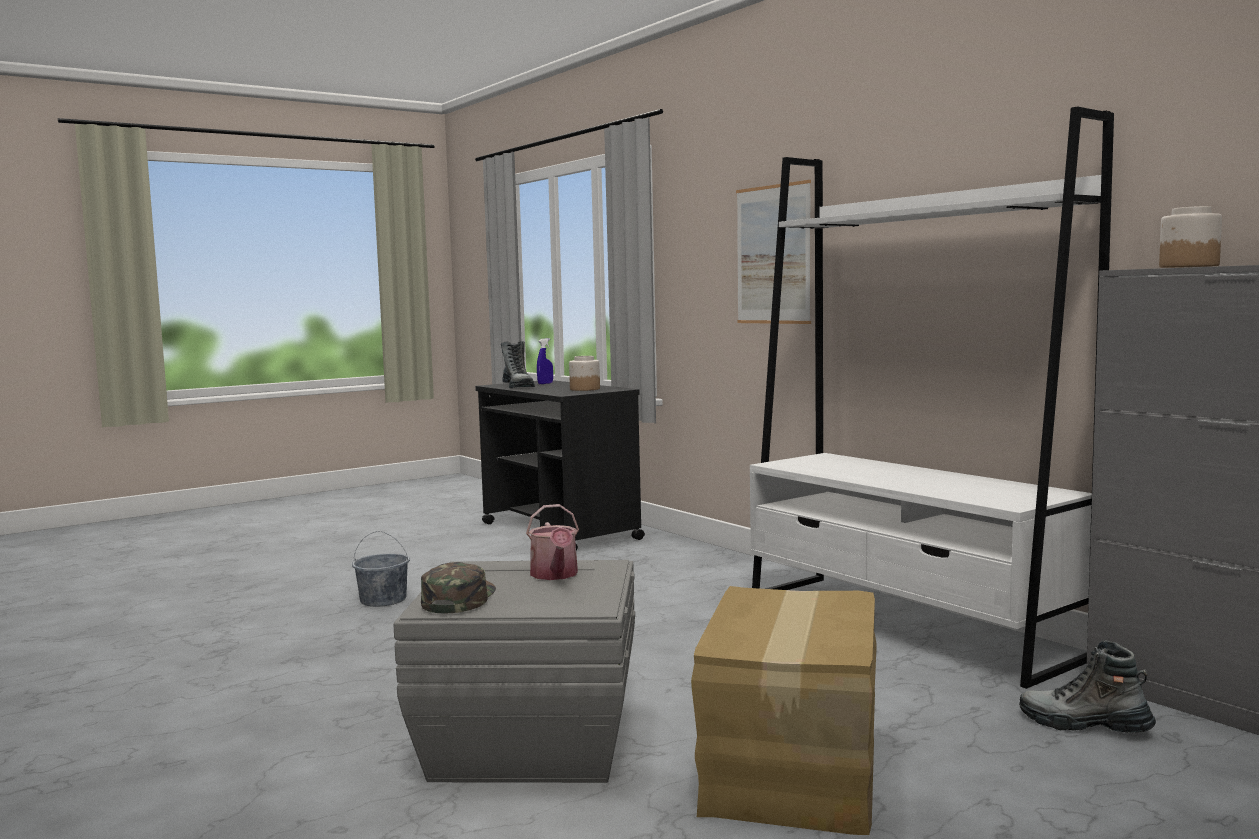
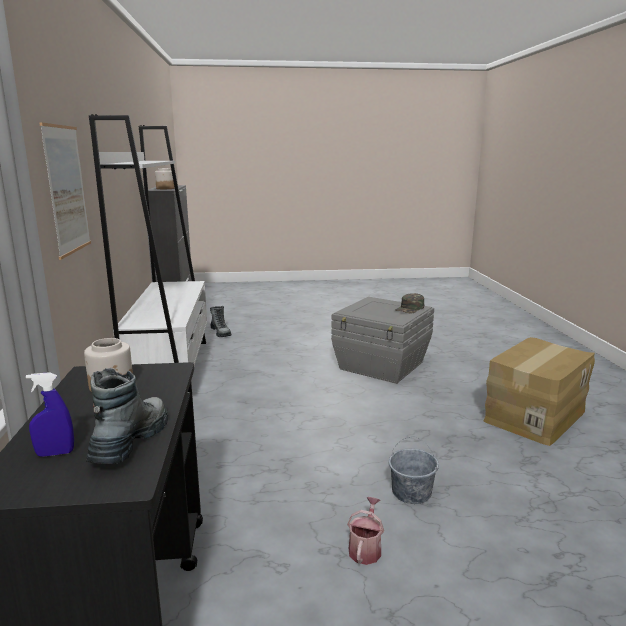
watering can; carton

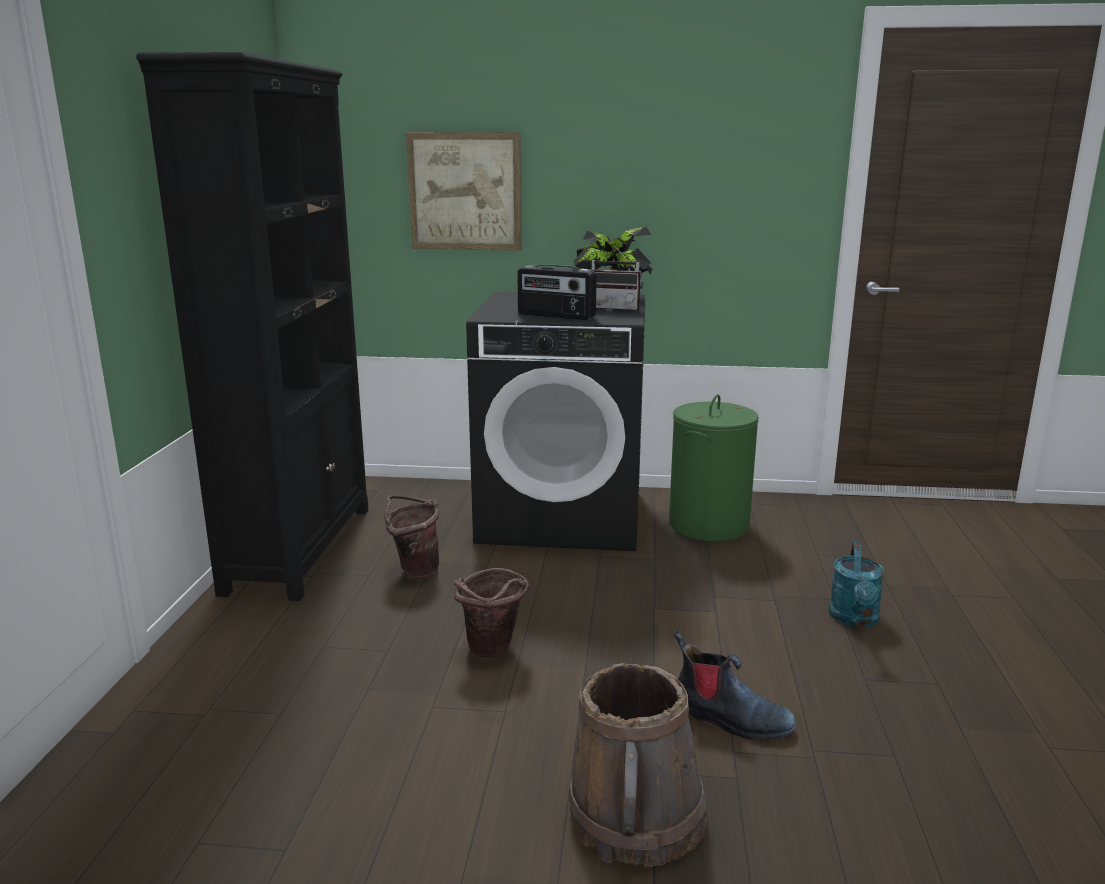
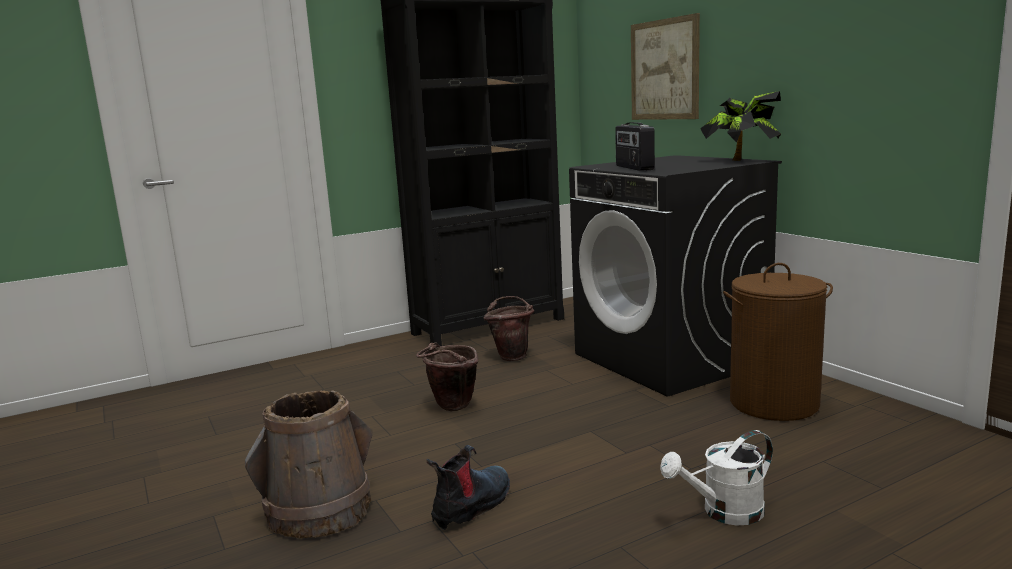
radio receiver (2nd from left in the first image); laundry basket/brown-coloured; high-top boot; watering can/white-coloured

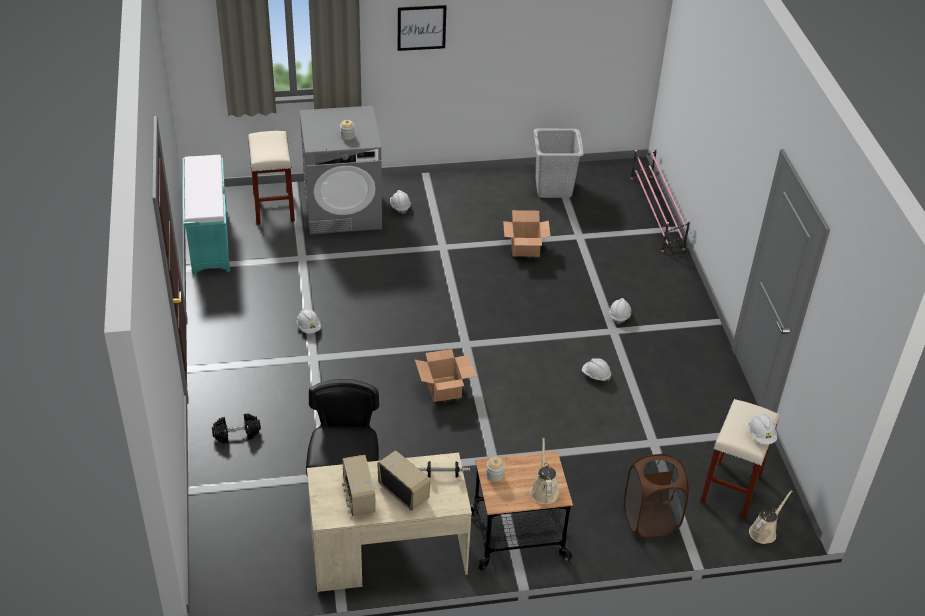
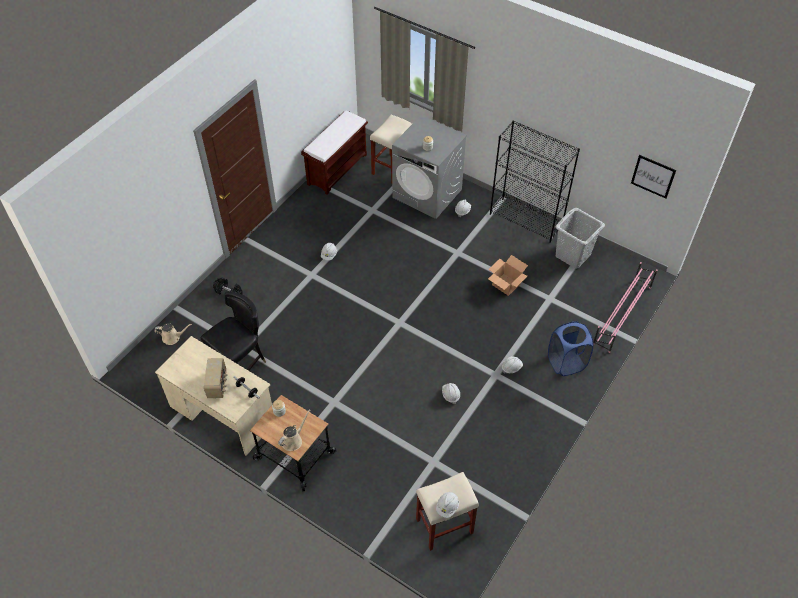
long seat/brown-coloured; radio receiver (1st from left in the first image); wall picture; carton (1st from left in the first image); laundry basket/brown-coloured; watering can/beige (1st from left); bookcase/black-coloured; laundry basket/bluish

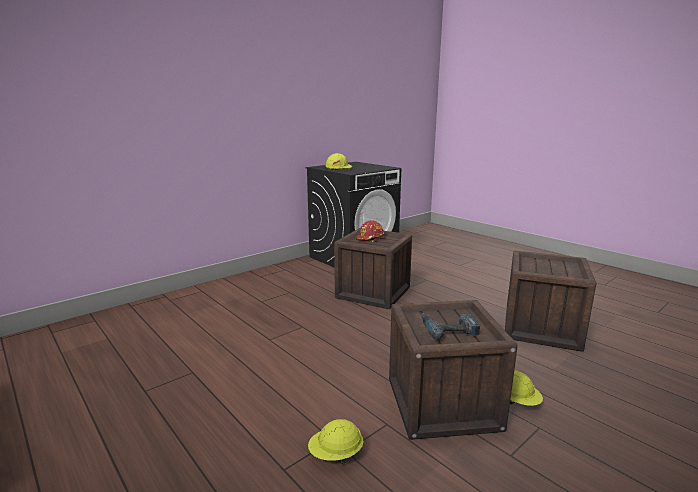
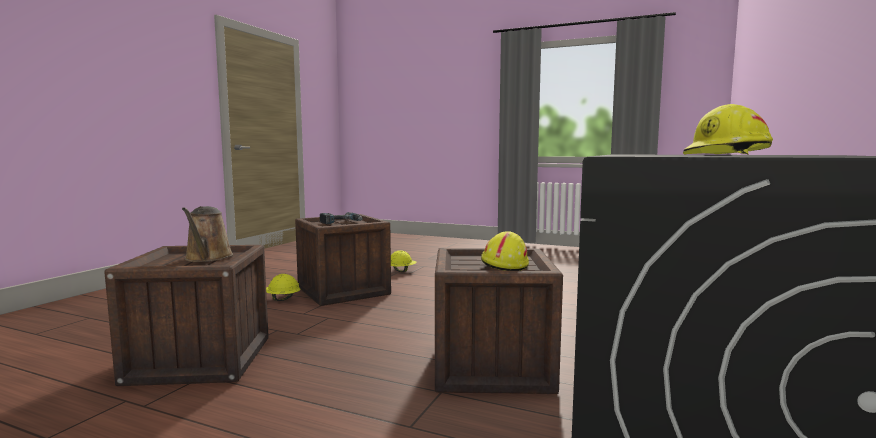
work helmet/yellowish (3rd from left); watering can/brown-coloured

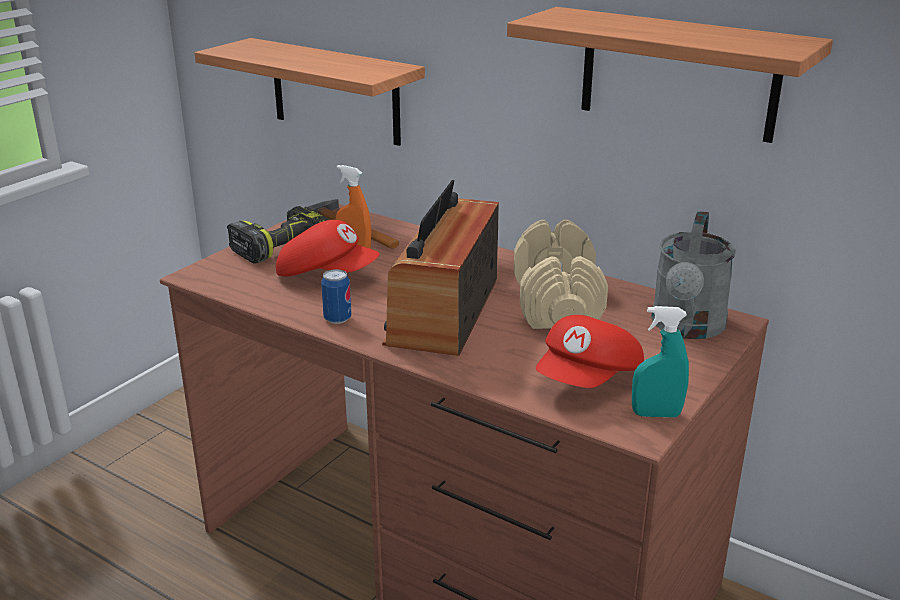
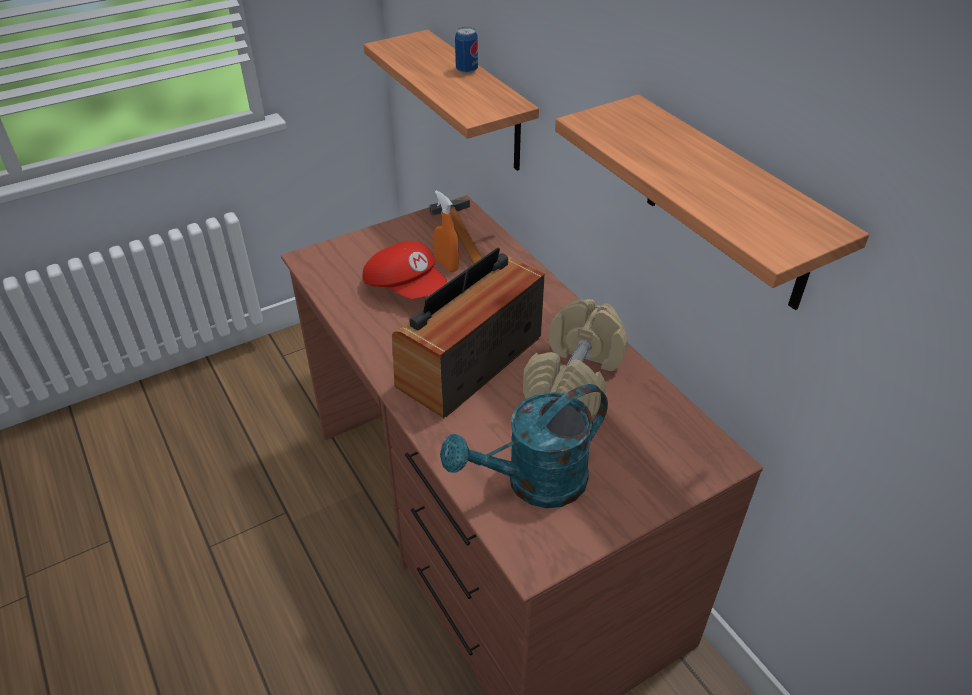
drill; sealed can; watering can/turquoise; sprayer/turquoise; watering can/greyish

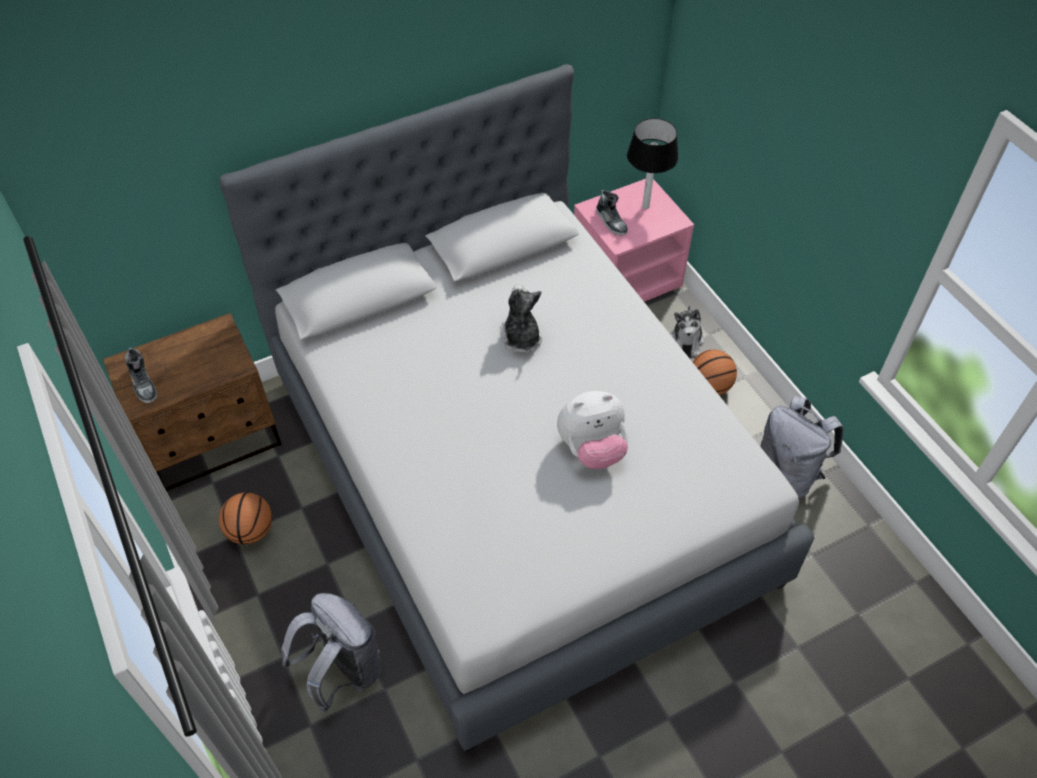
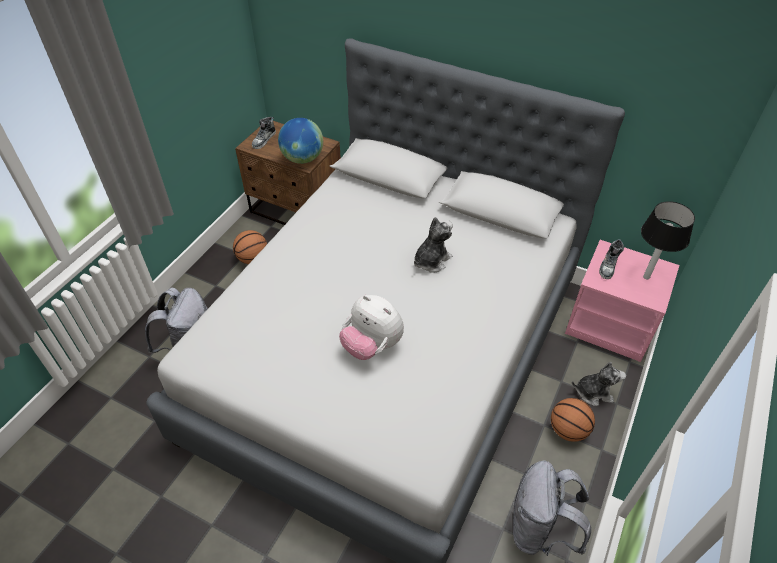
cuddly toy (3rd from left); world globe

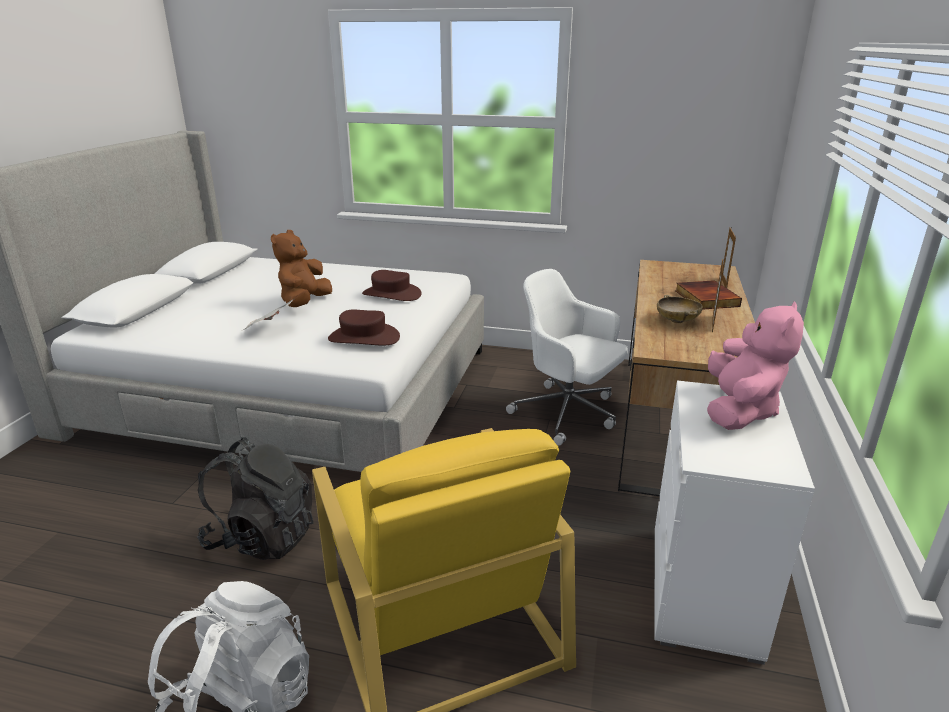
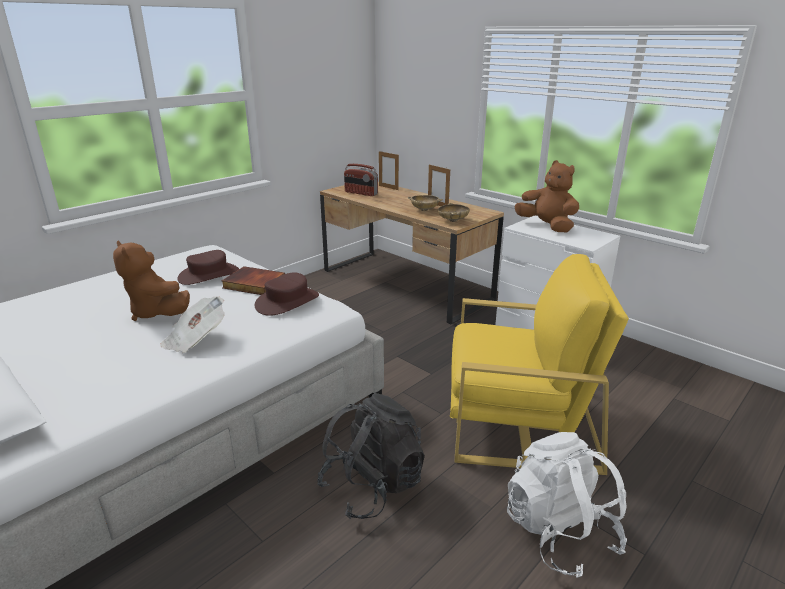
desk chair/white-coloured; book; cuddly toy/brown-coloured (2nd from left); radio receiver; bowl/beige (2nd from left)

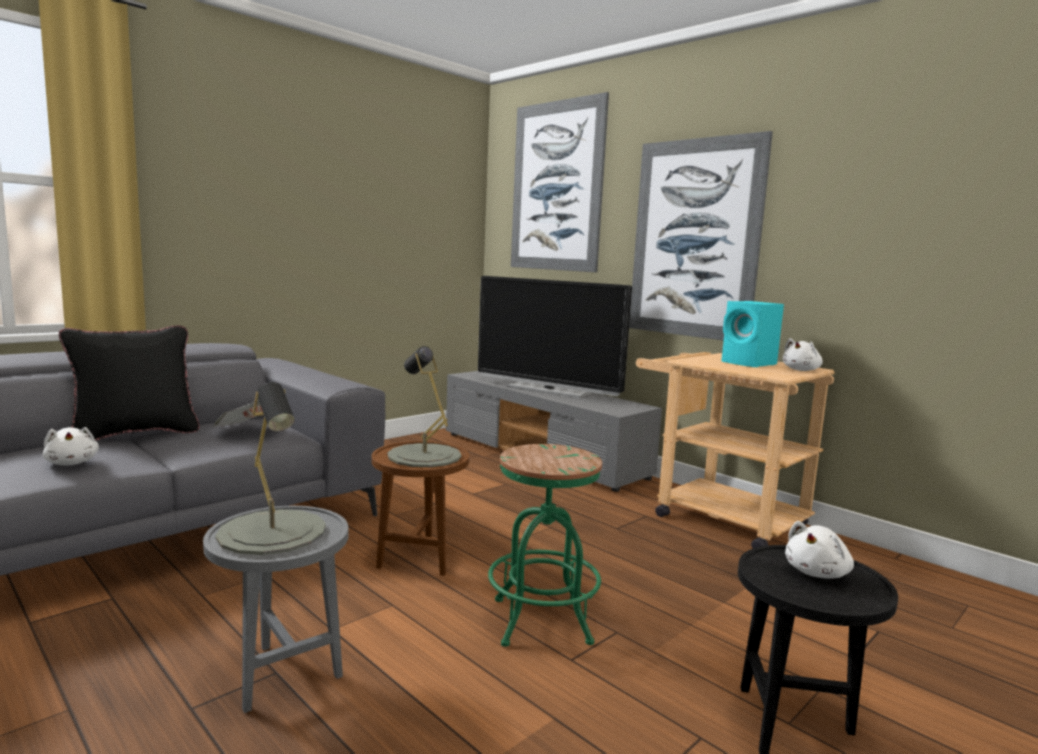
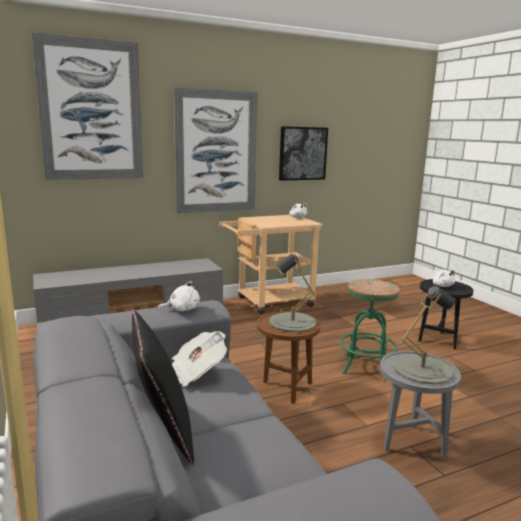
cuddly toy/white-coloured (1st from left); TV; speaker/turquoise; wall picture (3rd from left)

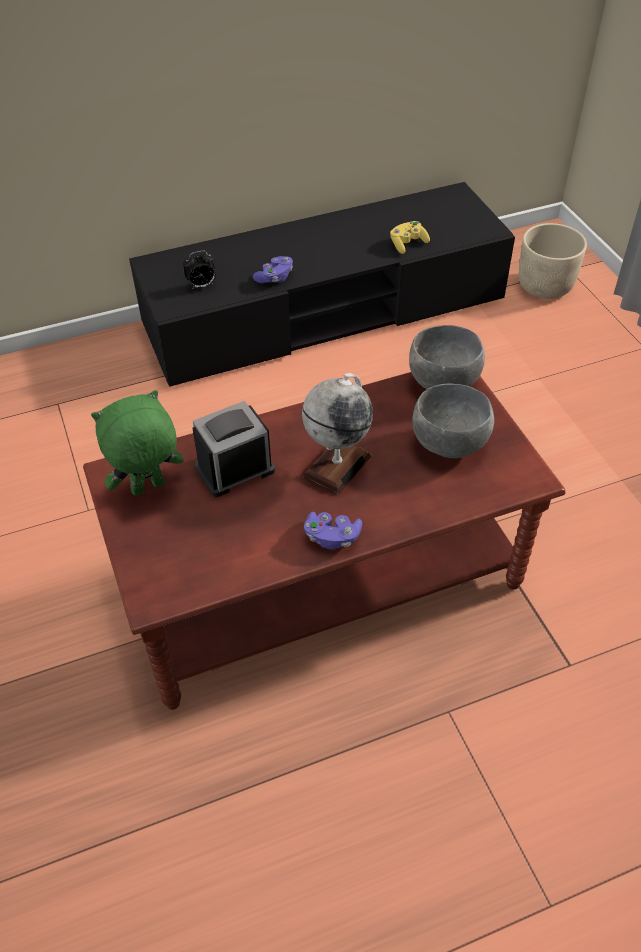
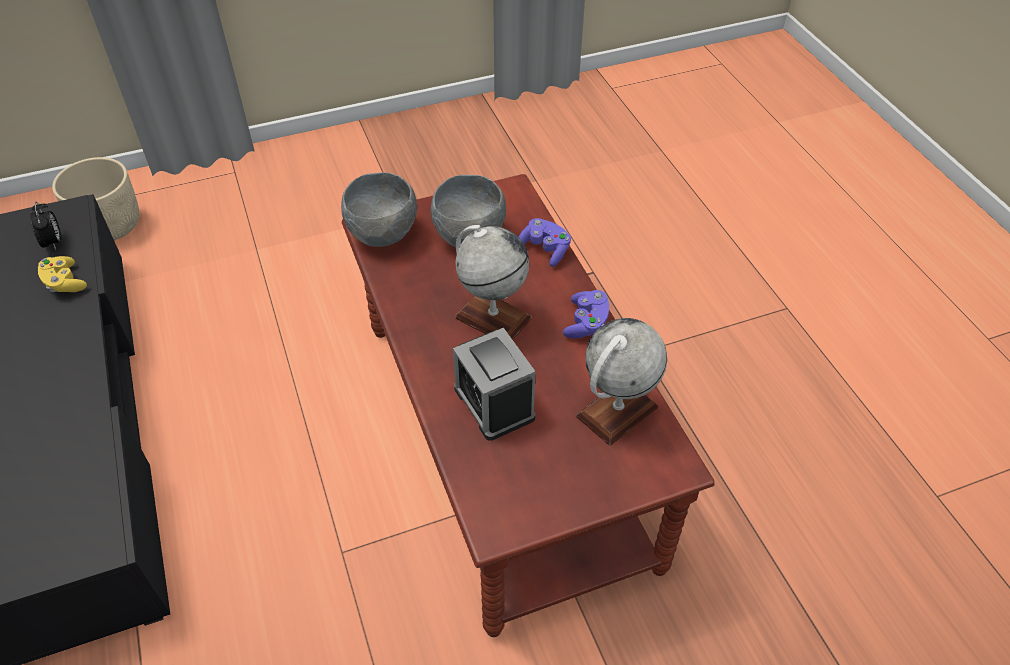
cuddly toy/greenish; bedside clock (1st from left); joypad/purplish (1st from left); world globe (2nd from left)

